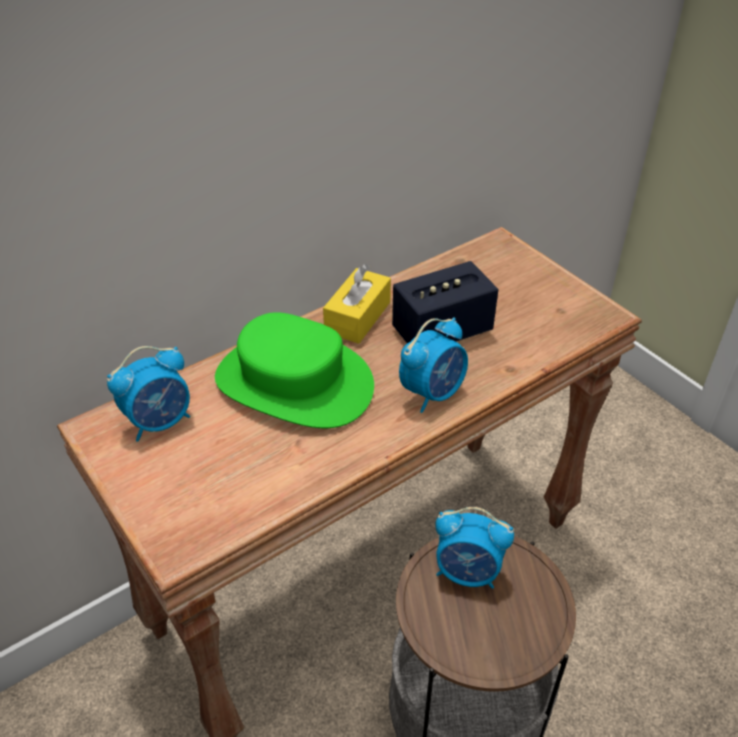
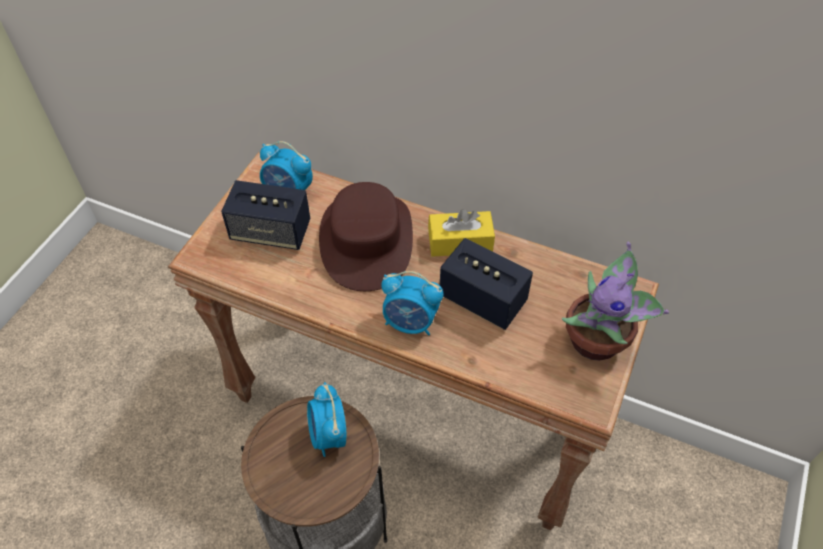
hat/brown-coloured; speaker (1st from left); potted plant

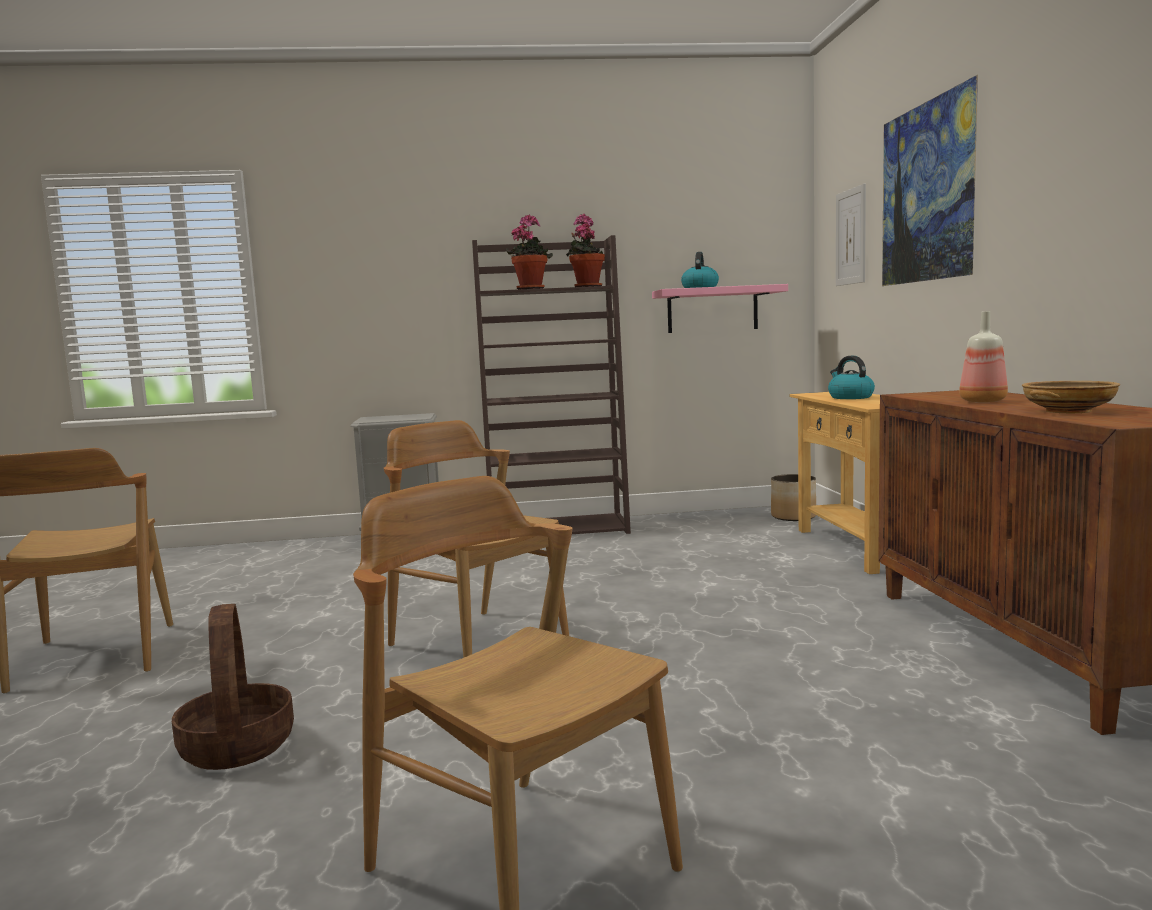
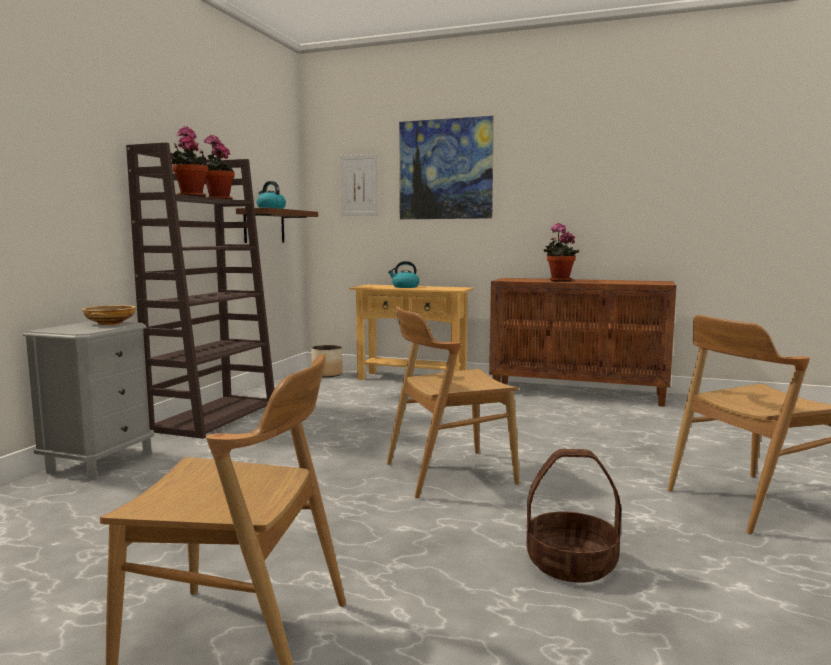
bracket shelf/brown-coloured; potted plant (3rd from left); bowl/beige

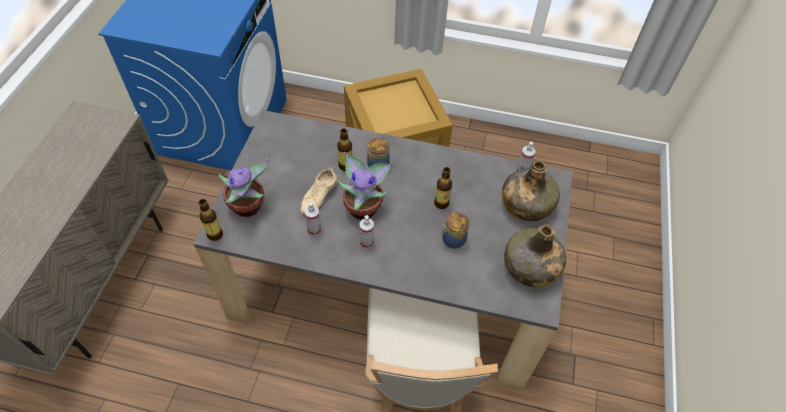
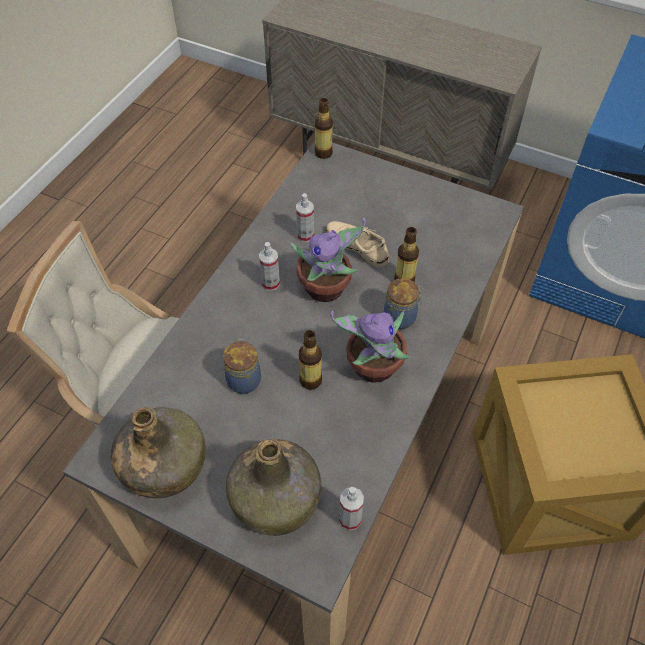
potted plant (2nd from left)

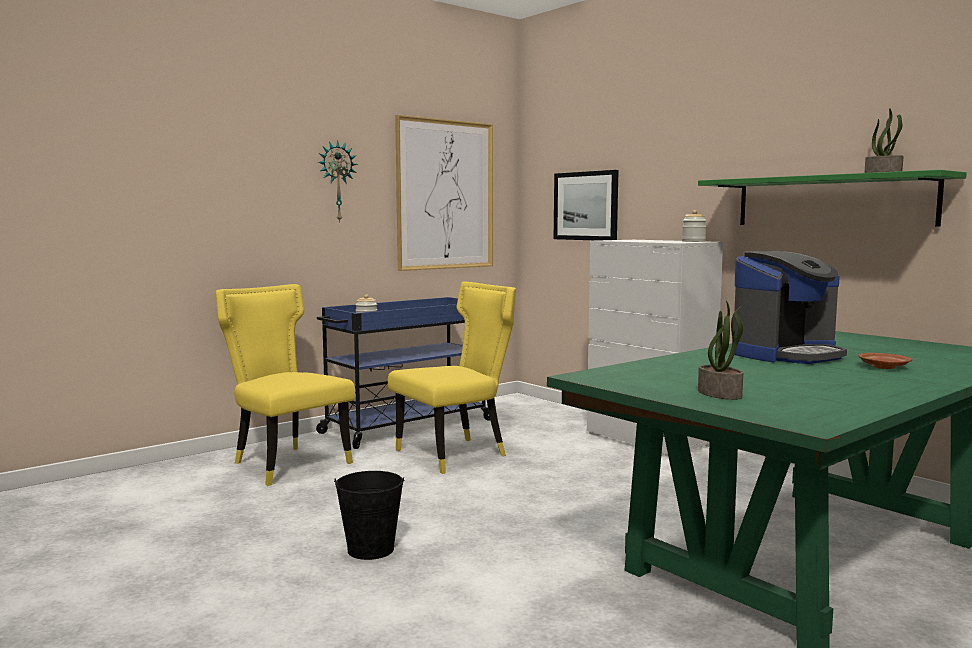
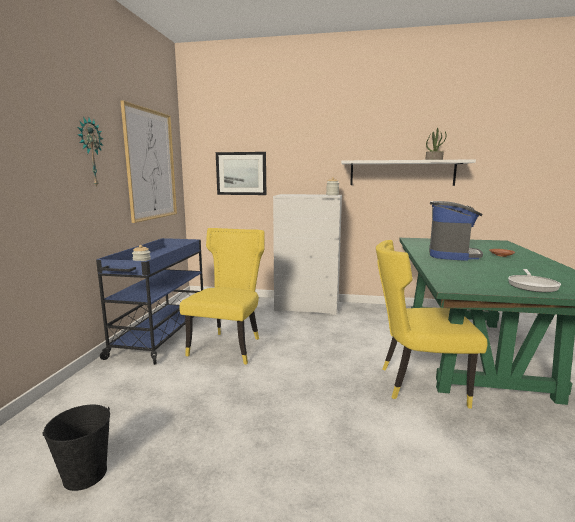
chair/yellowish (2nd from left); bucket/black-coloured; bracket shelf/white-coloured; pan

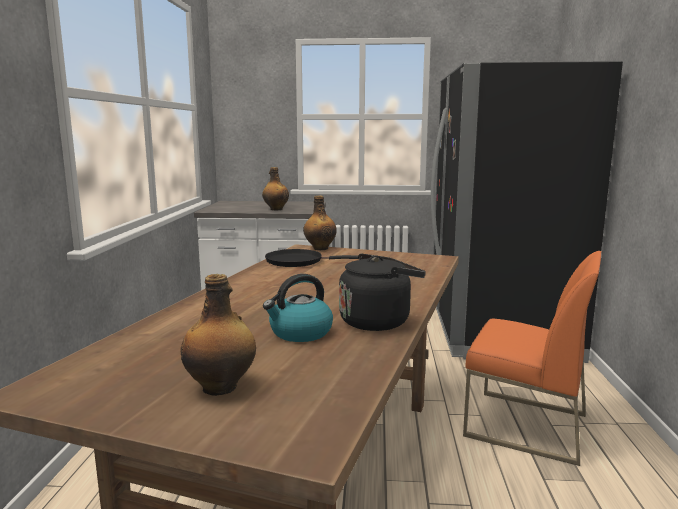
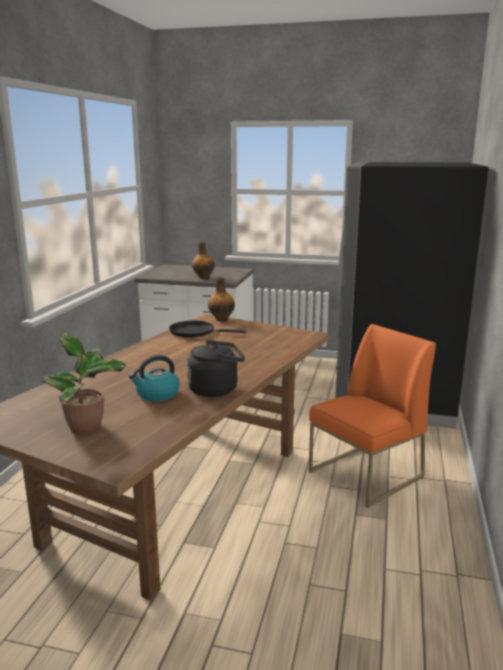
potted plant; chair/orangey

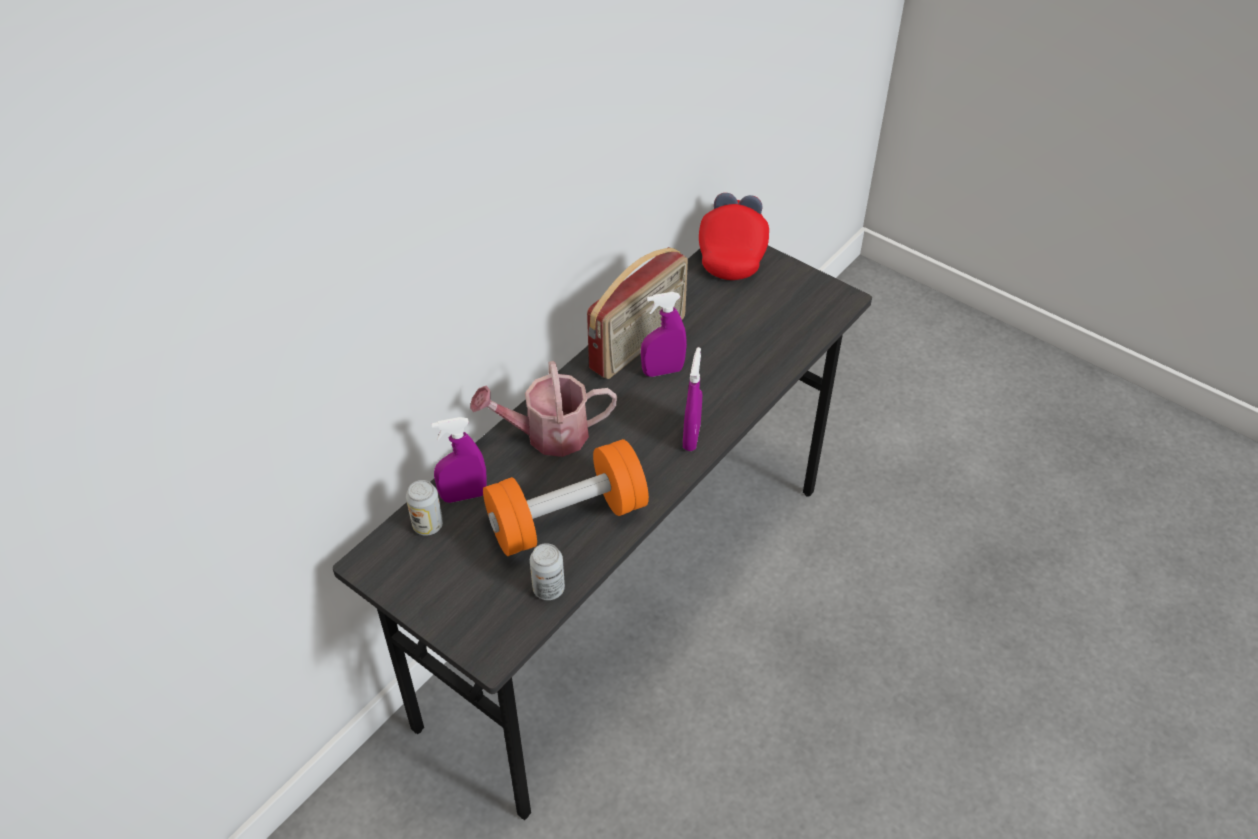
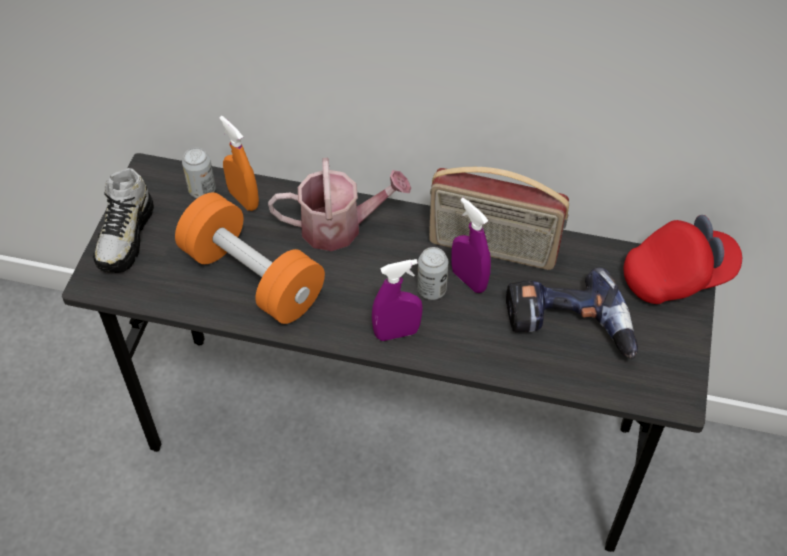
sprayer/orangey; watering can; sealed can (2nd from left); shoe; drill

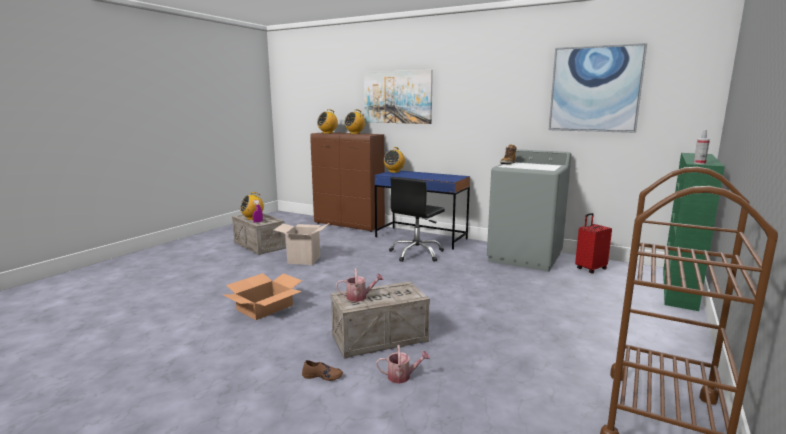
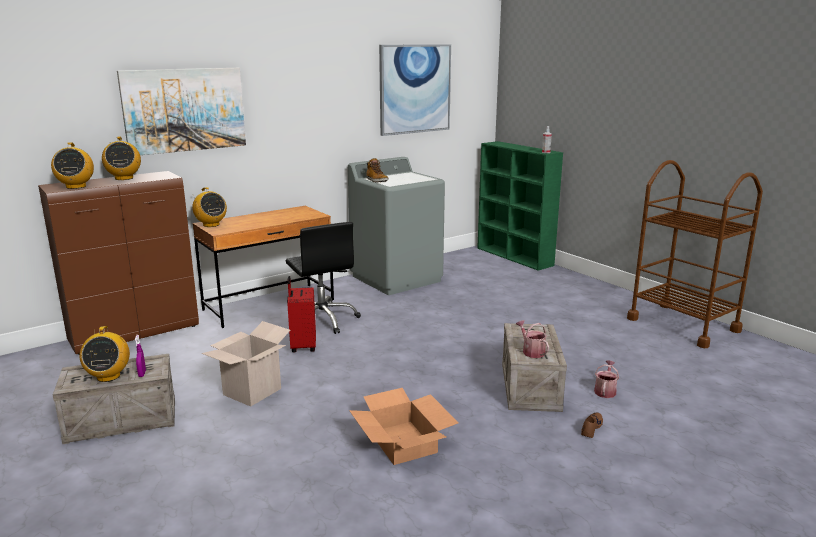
watering can (1st from left); desk unit/brown-coloured; suitcase/red

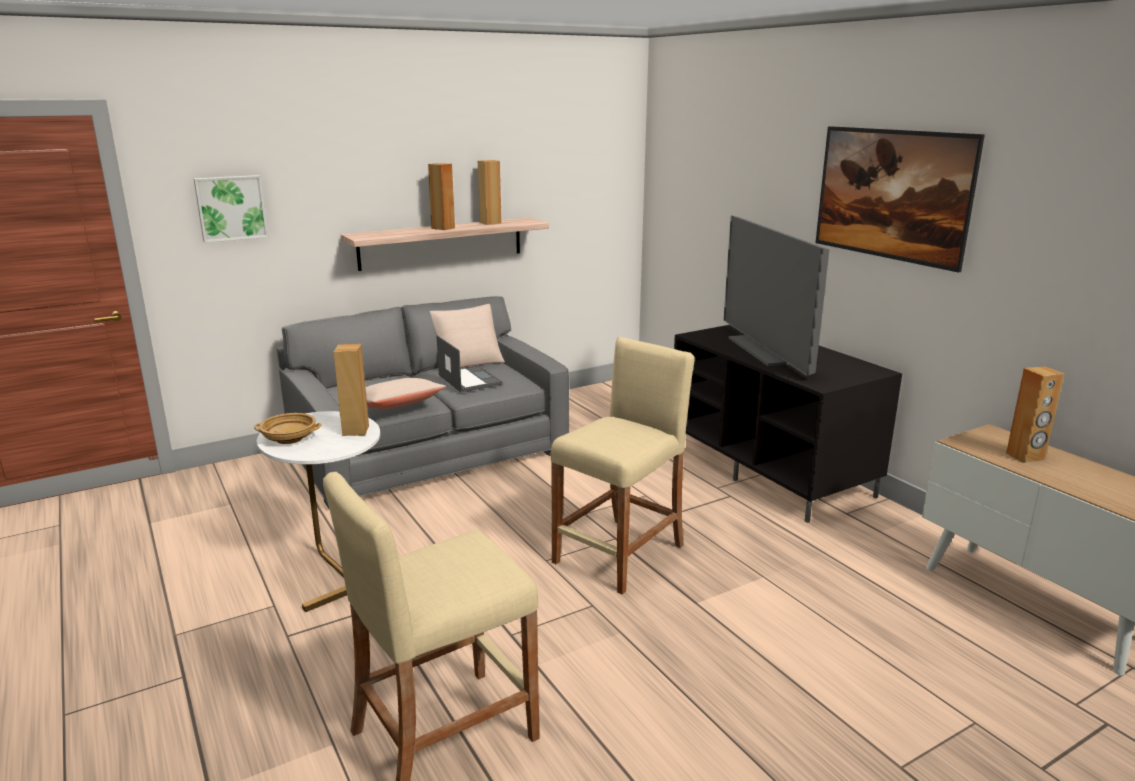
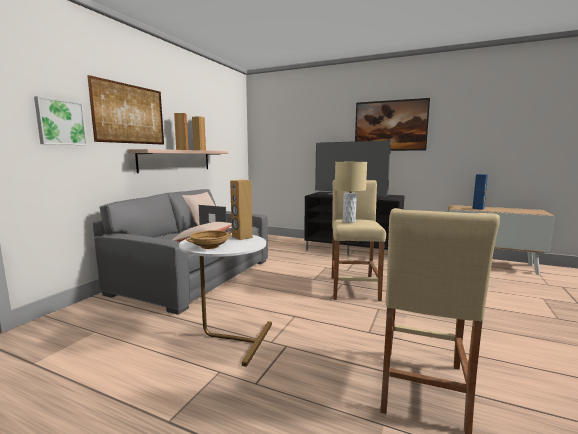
speaker/bluish; wall picture (2nd from left); lamp for a table/beige

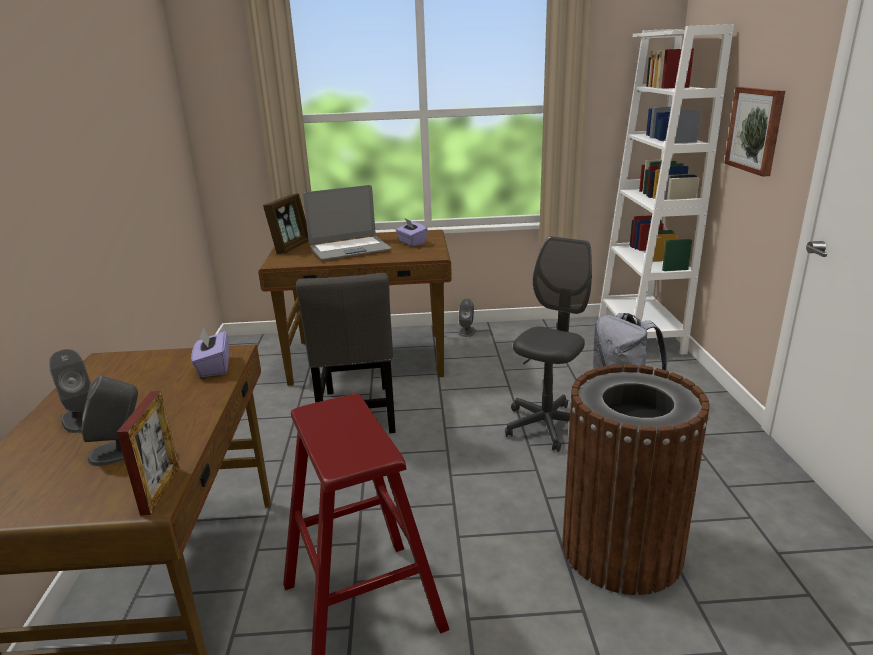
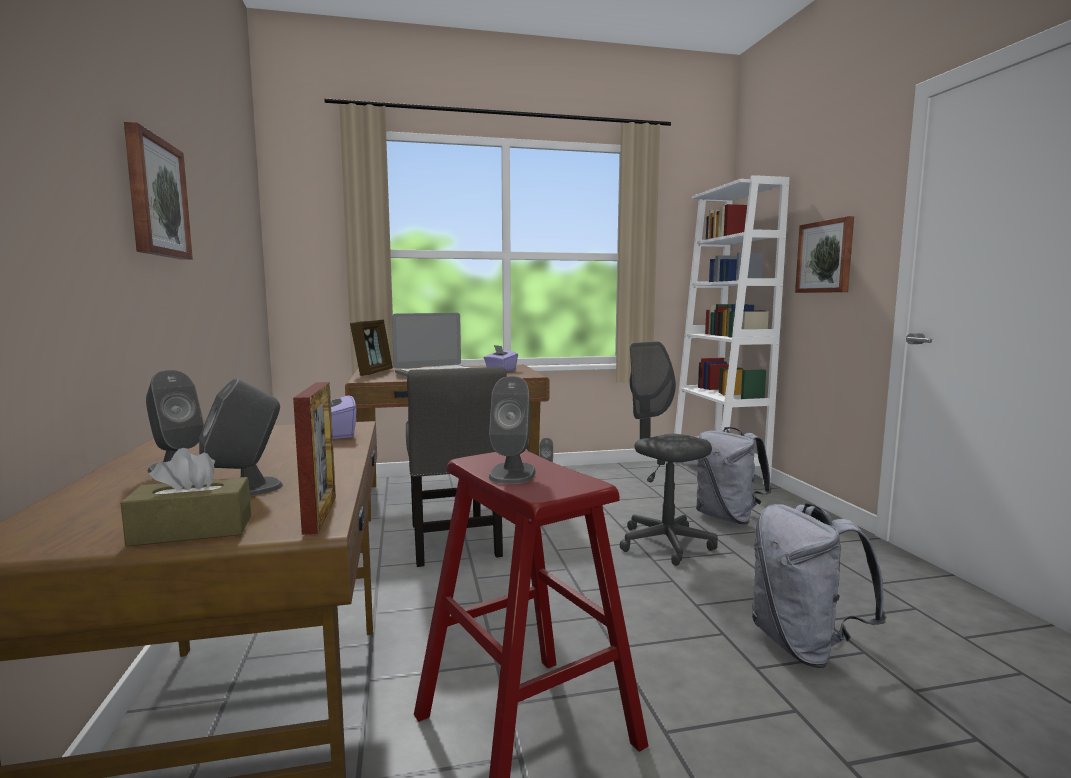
desk chair/greyish; rucksack/greyish (2nd from left); tissue box/brown-coloured; wall picture (1st from left); speaker/greyish (3rd from left)

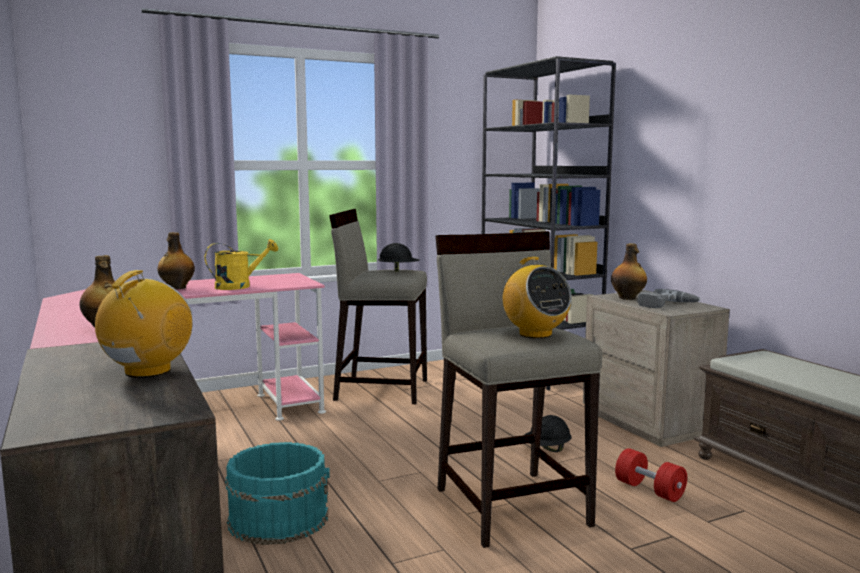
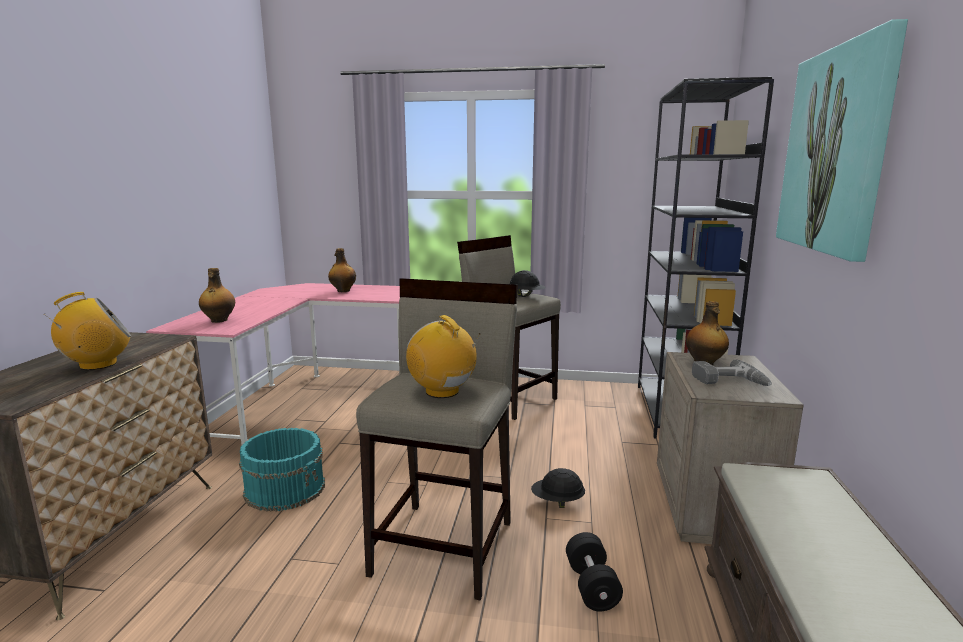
watering can/yellowish; radio receiver (2nd from left); dumbbell/black-coloured; wall picture

